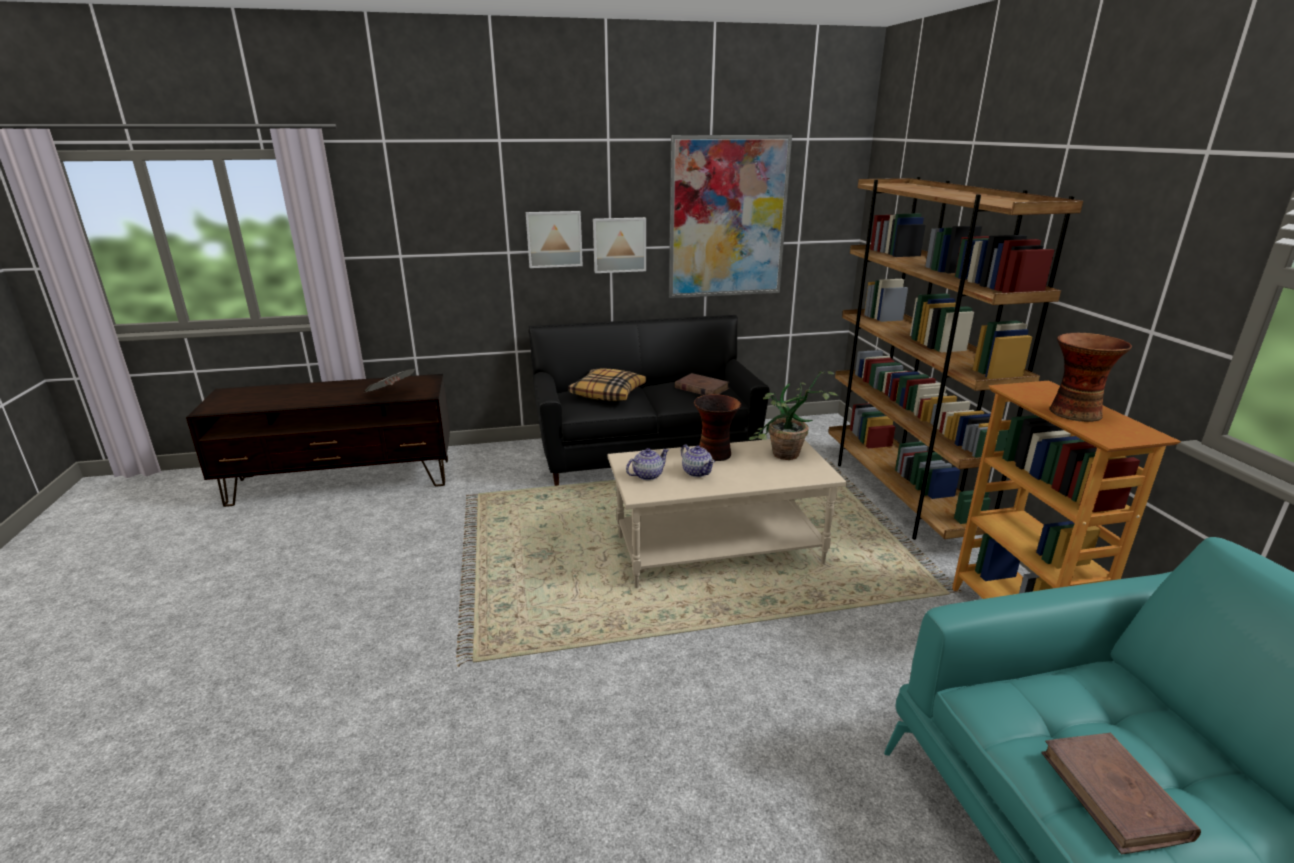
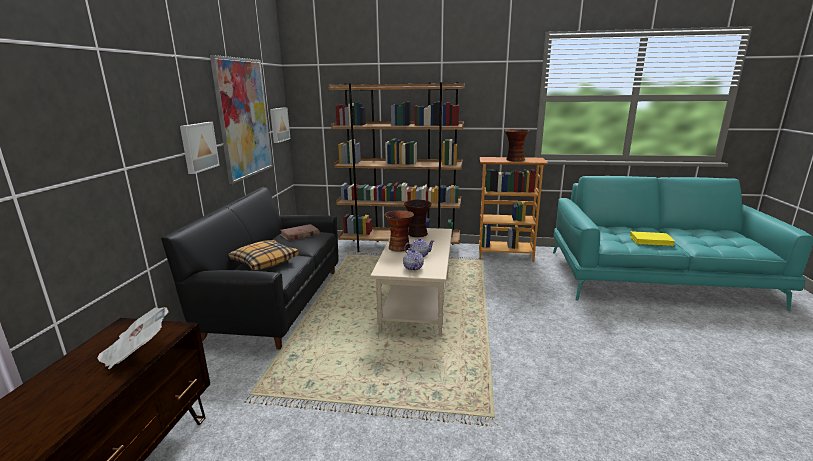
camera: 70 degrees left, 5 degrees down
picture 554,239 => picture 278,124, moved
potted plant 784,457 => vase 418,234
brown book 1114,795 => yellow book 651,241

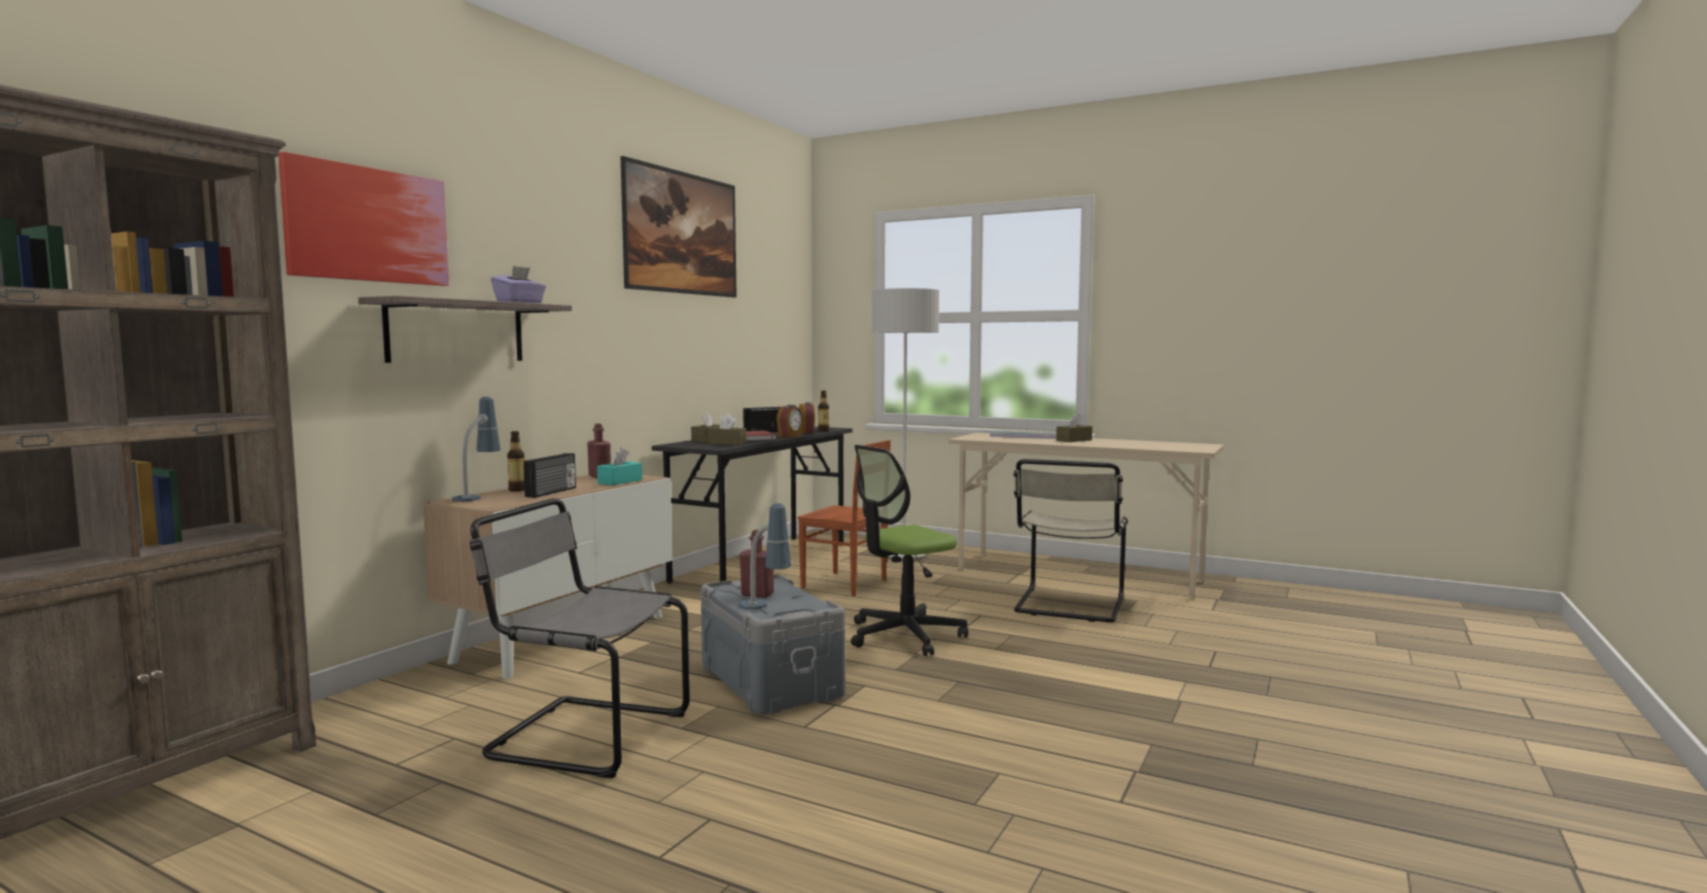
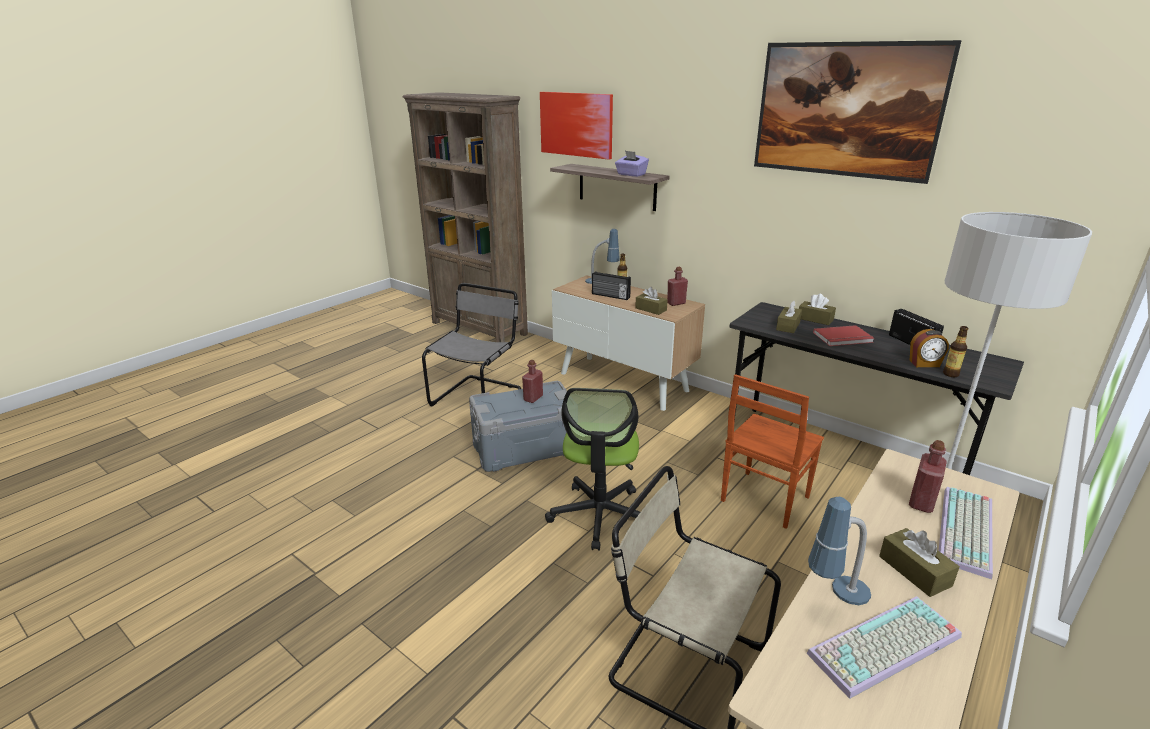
camera: 100 degrees right, 20 degrees up
alarm clock 790,436 => nothing
nothing => keyboard 885,648
nothing => red bottle 921,502
table lamp 765,610 => table lamp 834,602, moved
turquoise tissue box 620,482 => brown tissue box 651,309
office chair 904,636 => office chair 599,515, 150 degrees counterclockwise

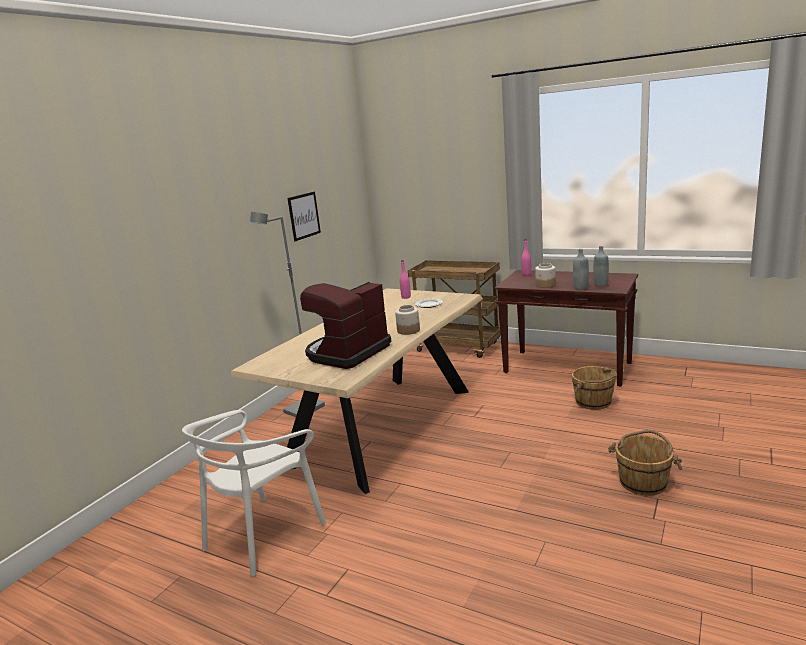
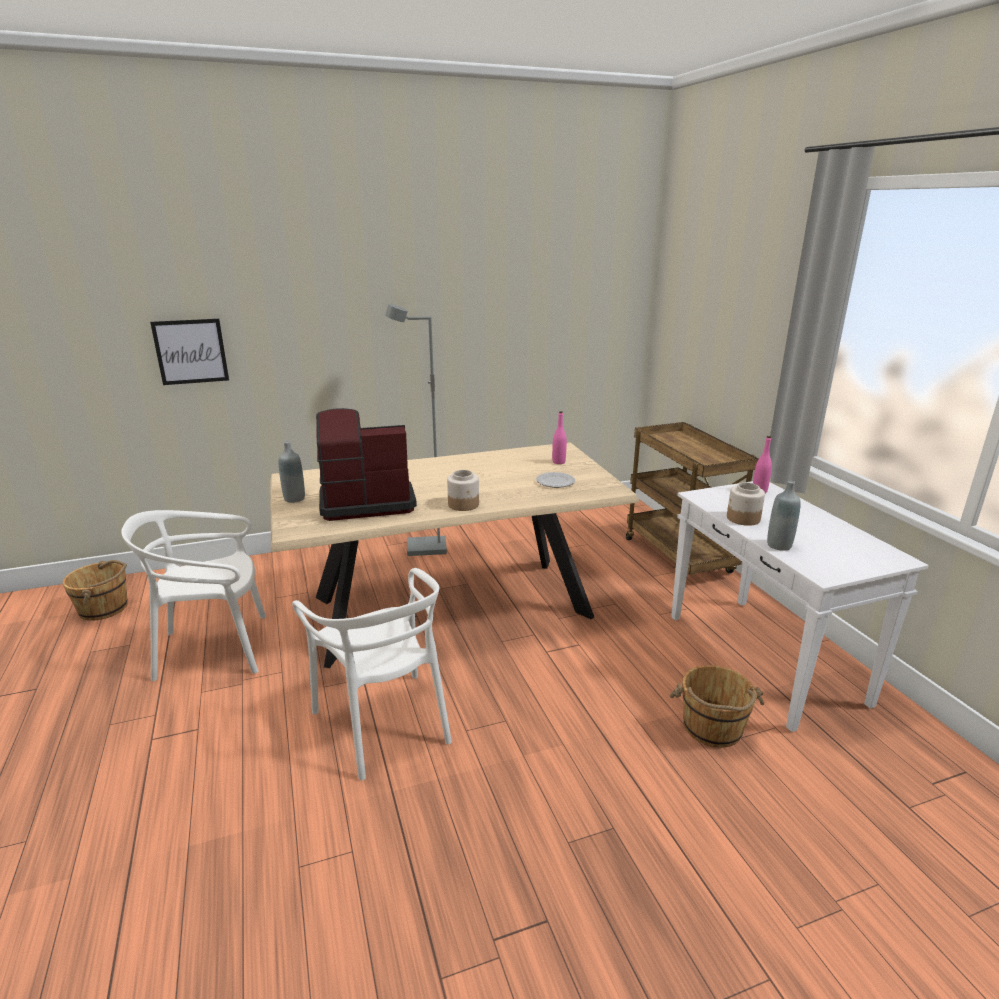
camera: 40 degrees right, 5 degrees up
nothing => white chair 384,723
picture 304,216 => picture 191,351, moved
grey bottle 600,285 => grey bottle 294,499, moved
brown bucket 643,482 => brown bucket 104,608, moved
brown console table 568,368 => white console table 765,659

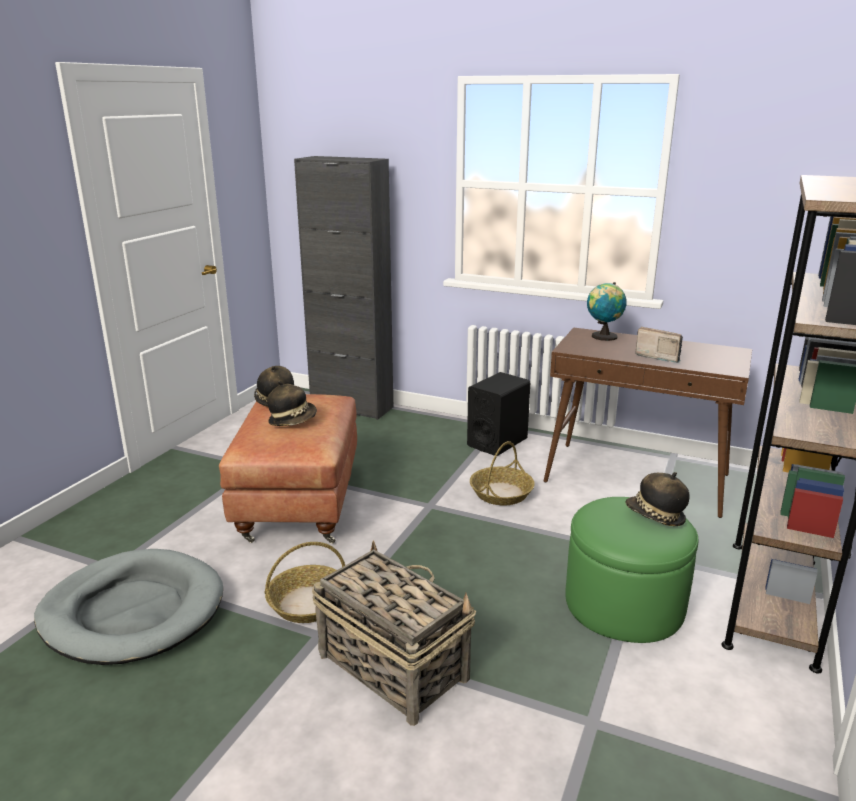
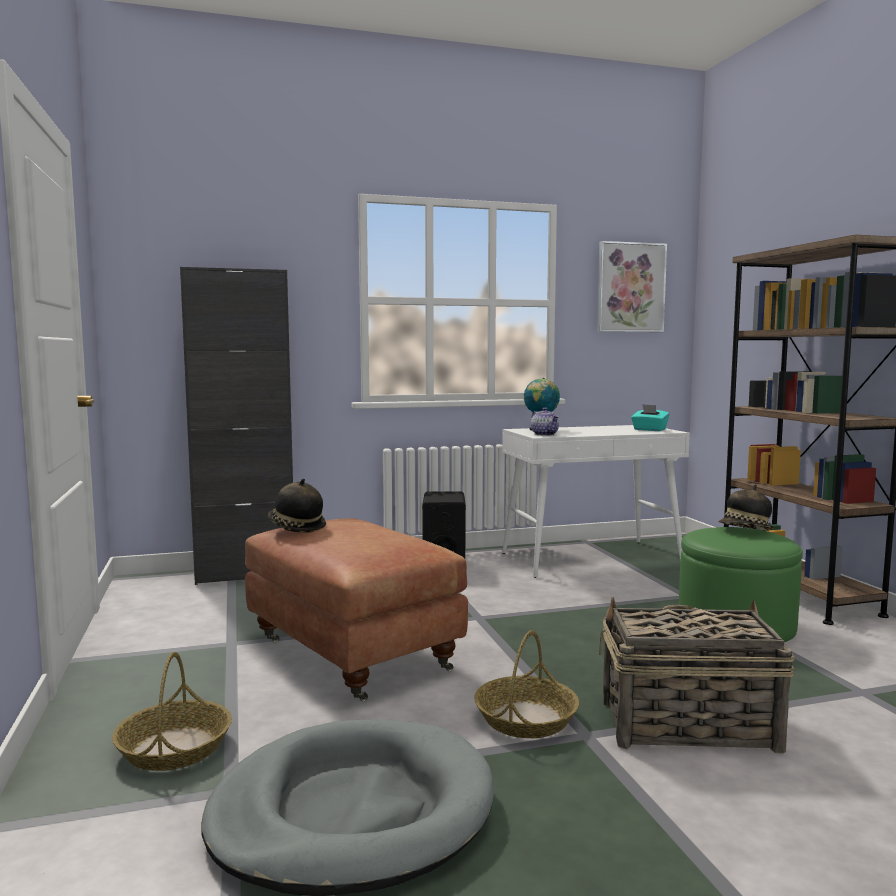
camera: 40 degrees left, 15 degrees down
hat 293,420 => nothing
radio 658,356 => nothing
nothing => teapot 545,434
nothing => picture 630,287
nothing => turquoise tissue box 649,430
basket 501,493 => basket 174,748, moved
brown console table 637,478 => white console table 591,558

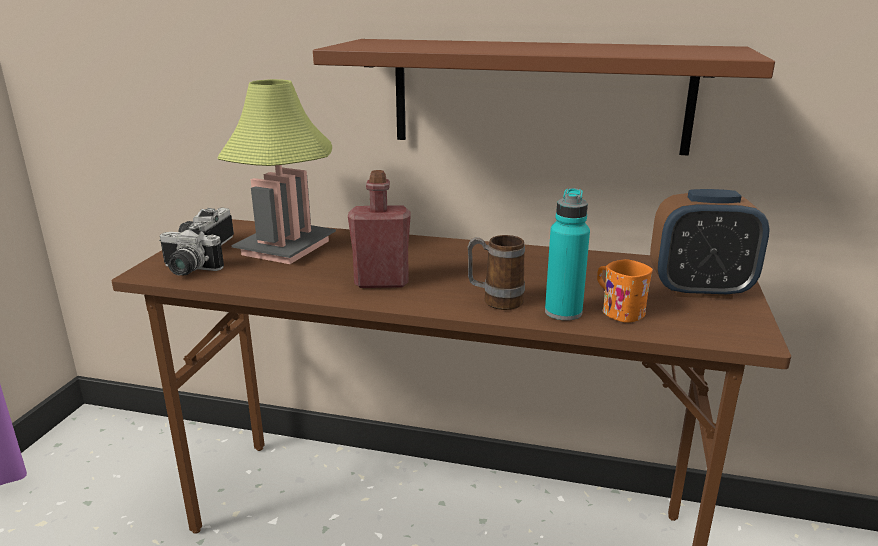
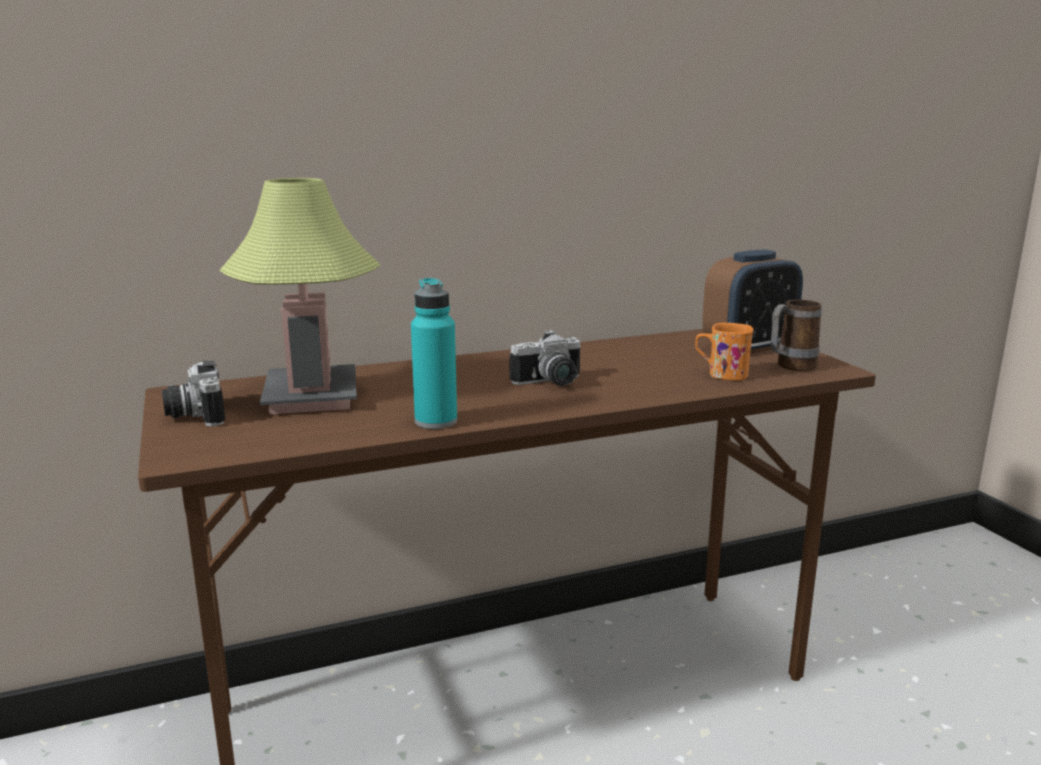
camera: 35 degrees left, 5 degrees down
brown shelf 539,95 => nothing
red bottle 381,282 => nothing
photo camera 187,271 => photo camera 551,383, moved
mug 495,301 => mug 790,367, moved
turquoise bottle 563,312 => turquoise bottle 436,421, moved

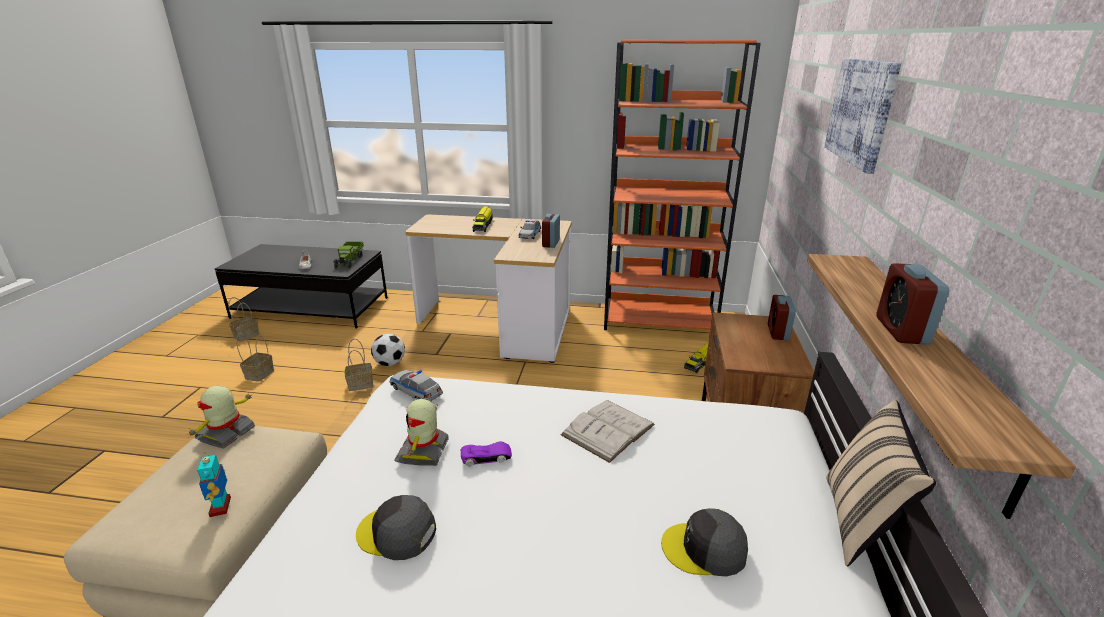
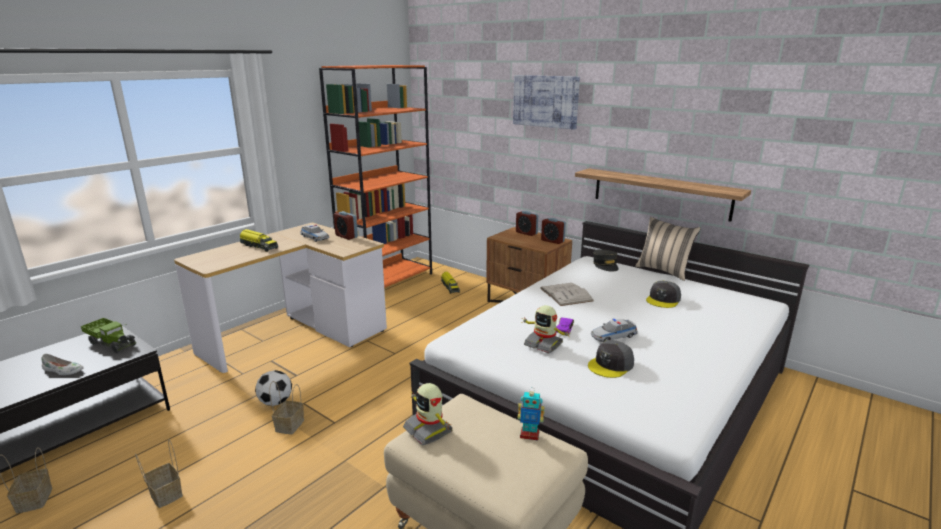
camera: 60 degrees left, 5 degrees down
nothing => grey cap 605,265
toy car 416,391 => toy car 613,336, moved
alarm clock 901,330 => alarm clock 552,241, moved

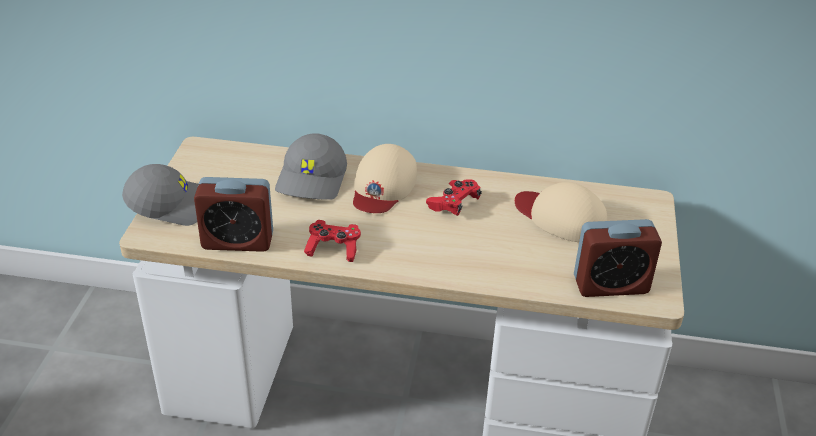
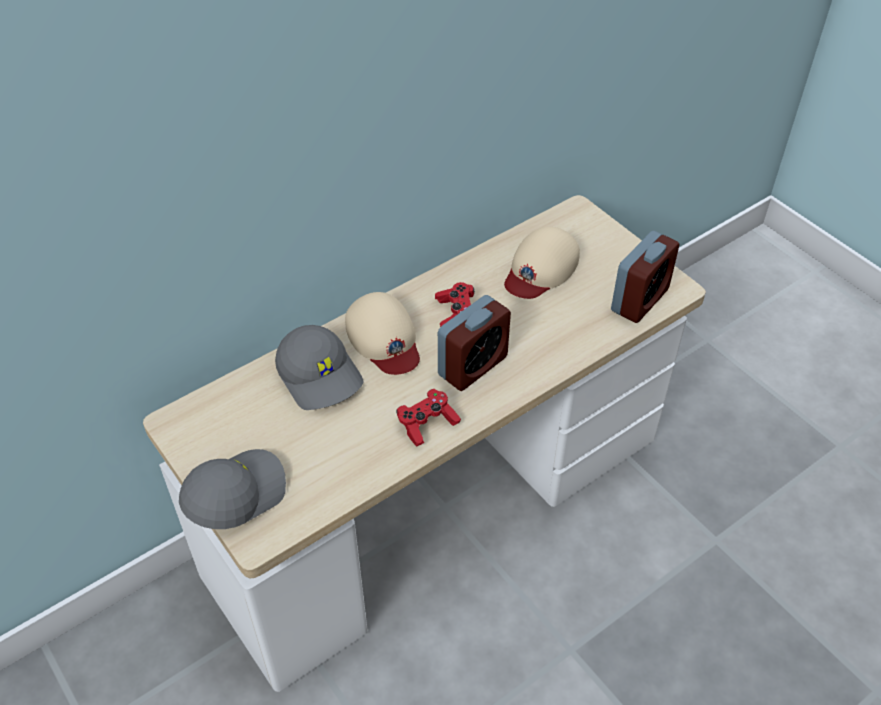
camera: 45 degrees left, 10 degrees up
alarm clock 237,241 => alarm clock 472,366, moved
beige cap 560,217 => beige cap 540,268, 45 degrees counterclockwise

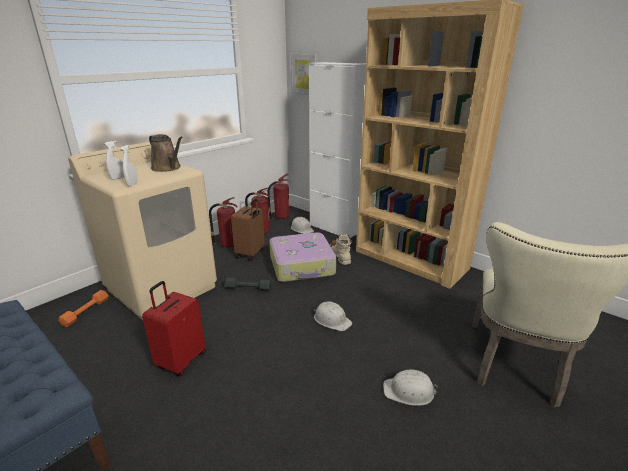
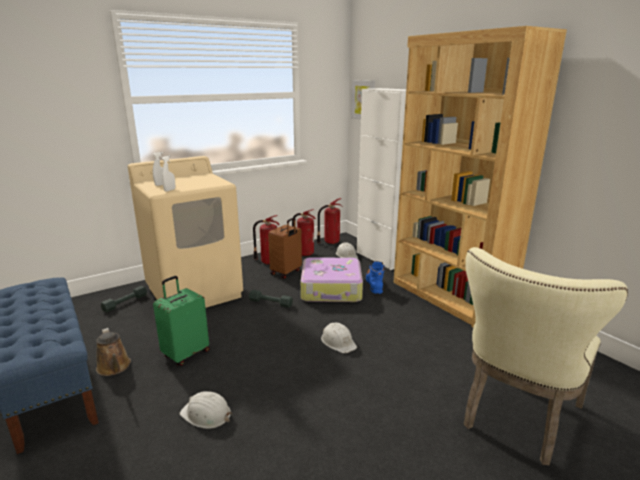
camera: 15 degrees right, 5 degrees down
brown watering can 167,168 => brown watering can 114,367, moved
white hard hat 409,391 => white hard hat 206,414, moved
orange dumbbell 85,311 => grey dumbbell 125,302
red suitcase 181,360 => green suitcase 185,354
beige boot 340,256 => blue boot 374,285

